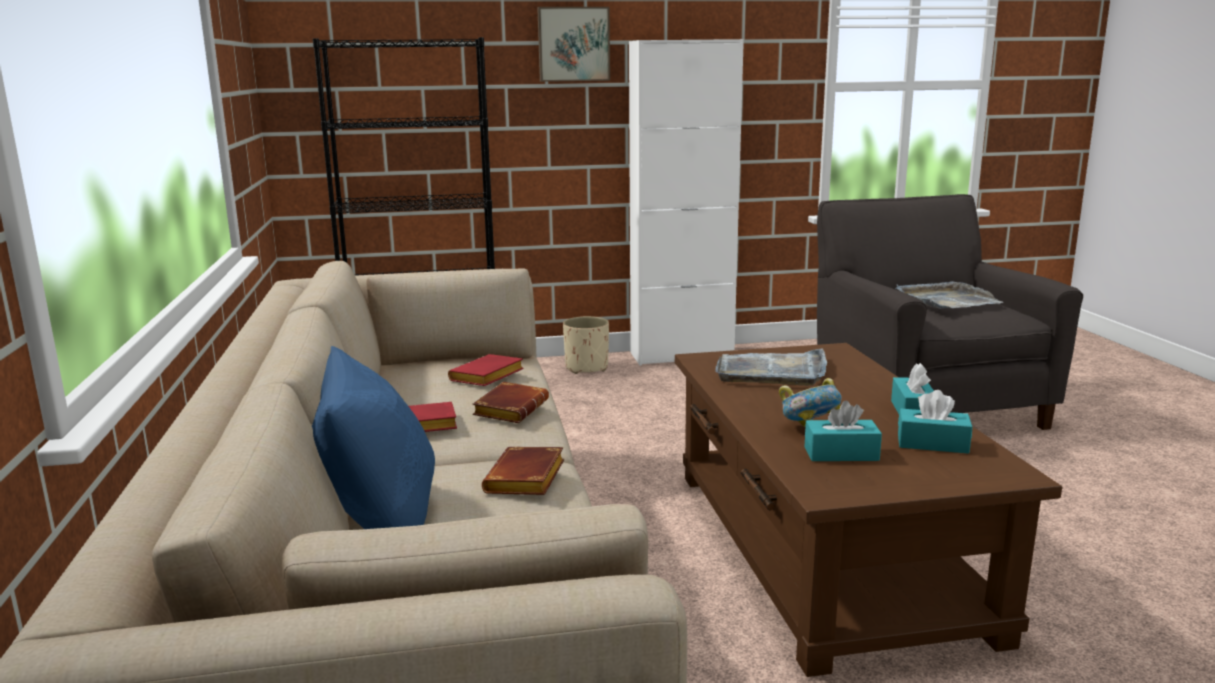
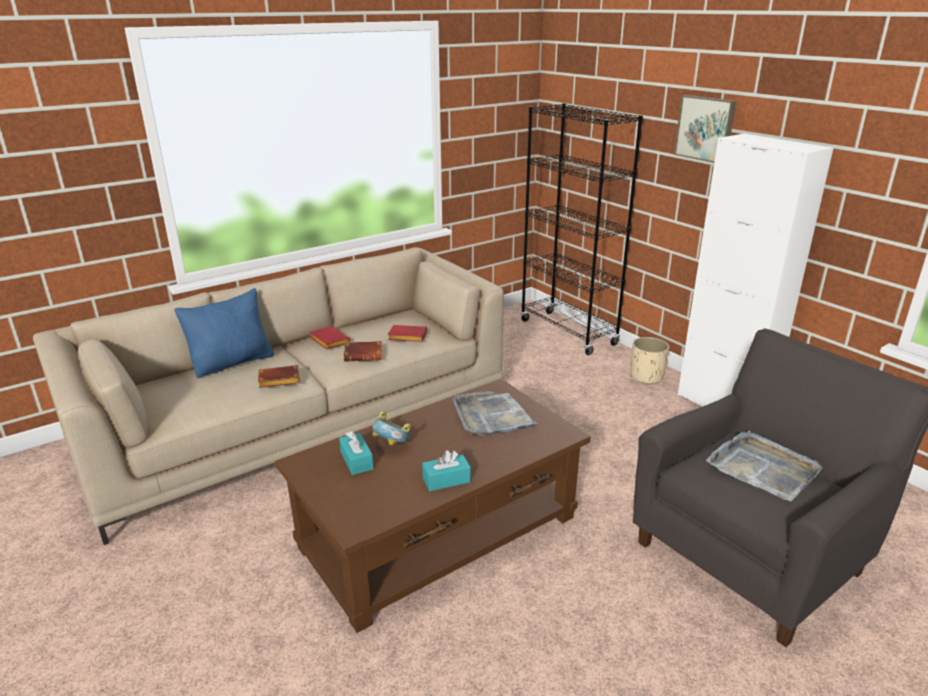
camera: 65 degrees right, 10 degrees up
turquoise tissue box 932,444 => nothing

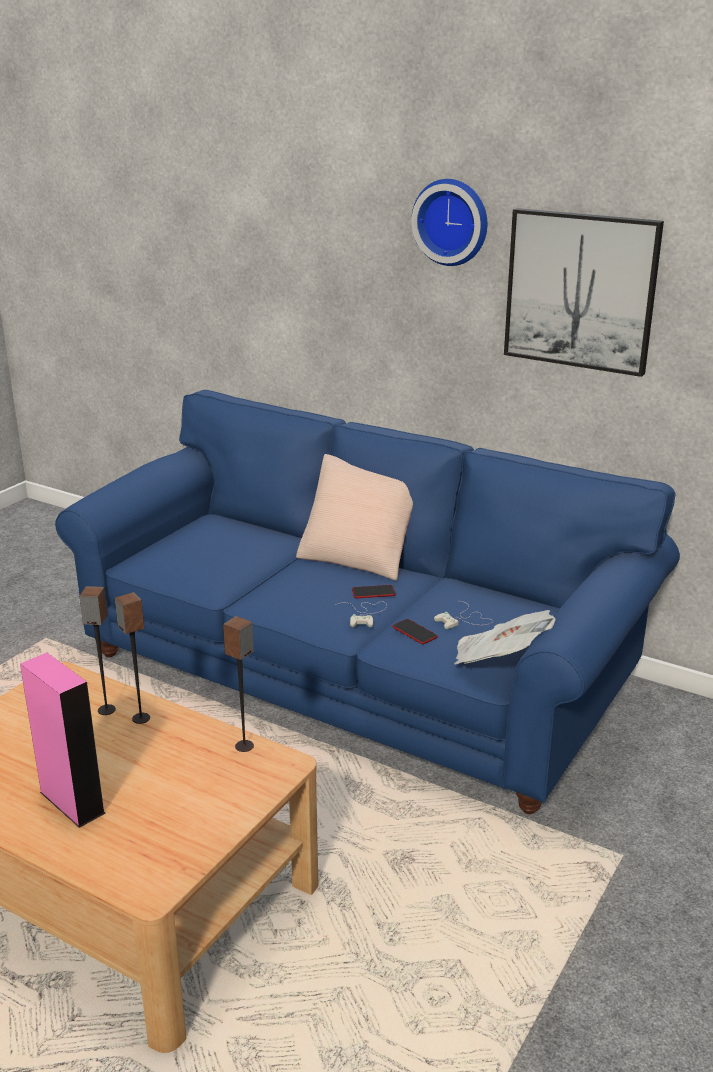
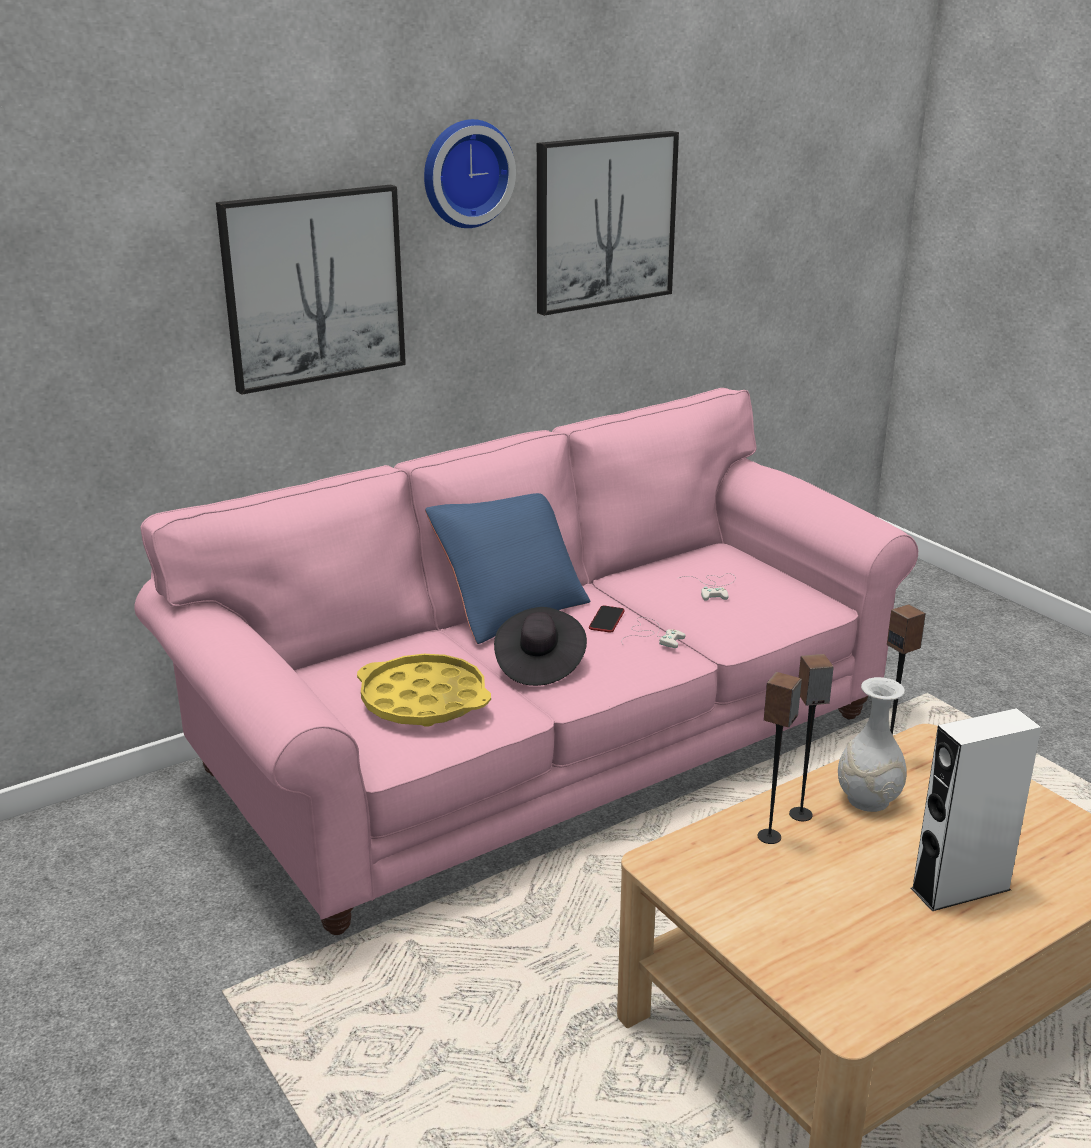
camera: 65 degrees left, 0 degrees up
phone 414,632 => nothing
newspaper 499,660 => nothing
nothing => picture 313,287
nothing => yellow tray 423,700
nothing => black hat 539,664
nothing => white vase 867,799
pink speaker 72,802 => white speaker 960,889
blue sofa 356,672 => pink sofa 545,745
beige pillow 359,556 => blue pillow 510,608

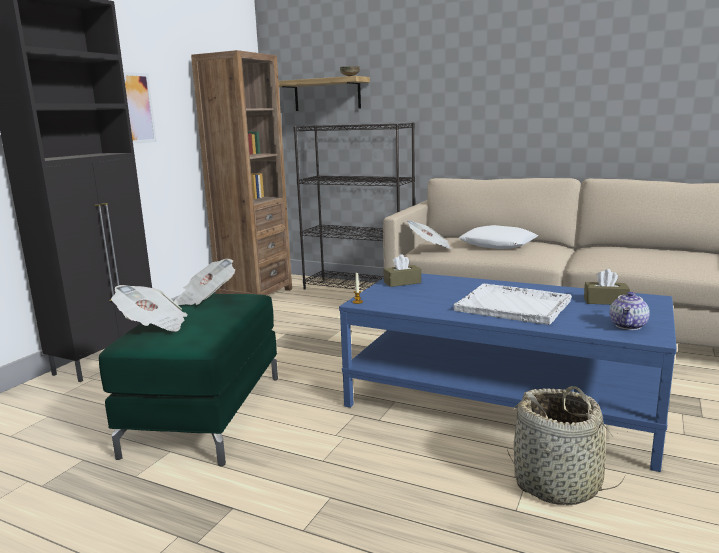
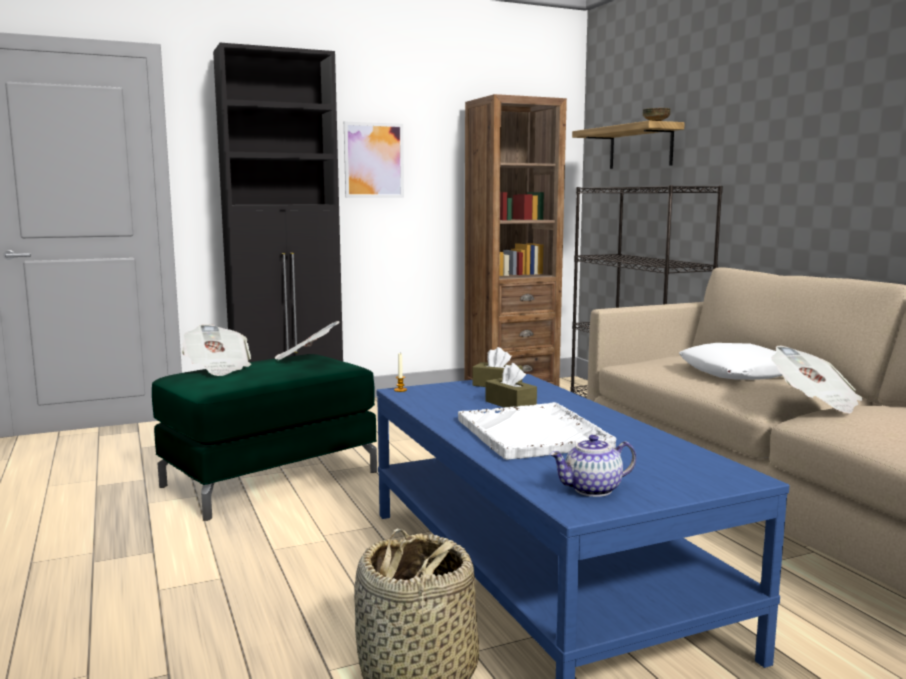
camera: 40 degrees right, 5 degrees down
newspaper 429,247 => newspaper 815,402, moved
brown tissue box 605,301 => brown tissue box 510,404, moved

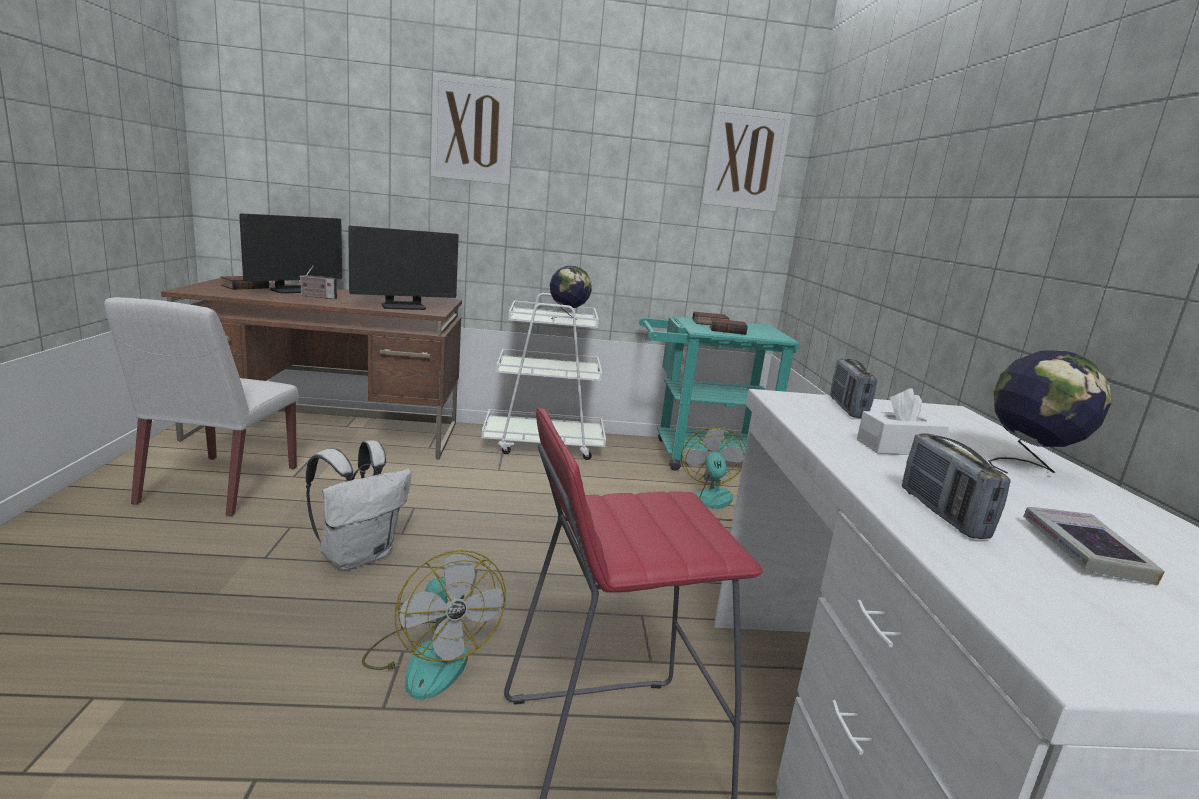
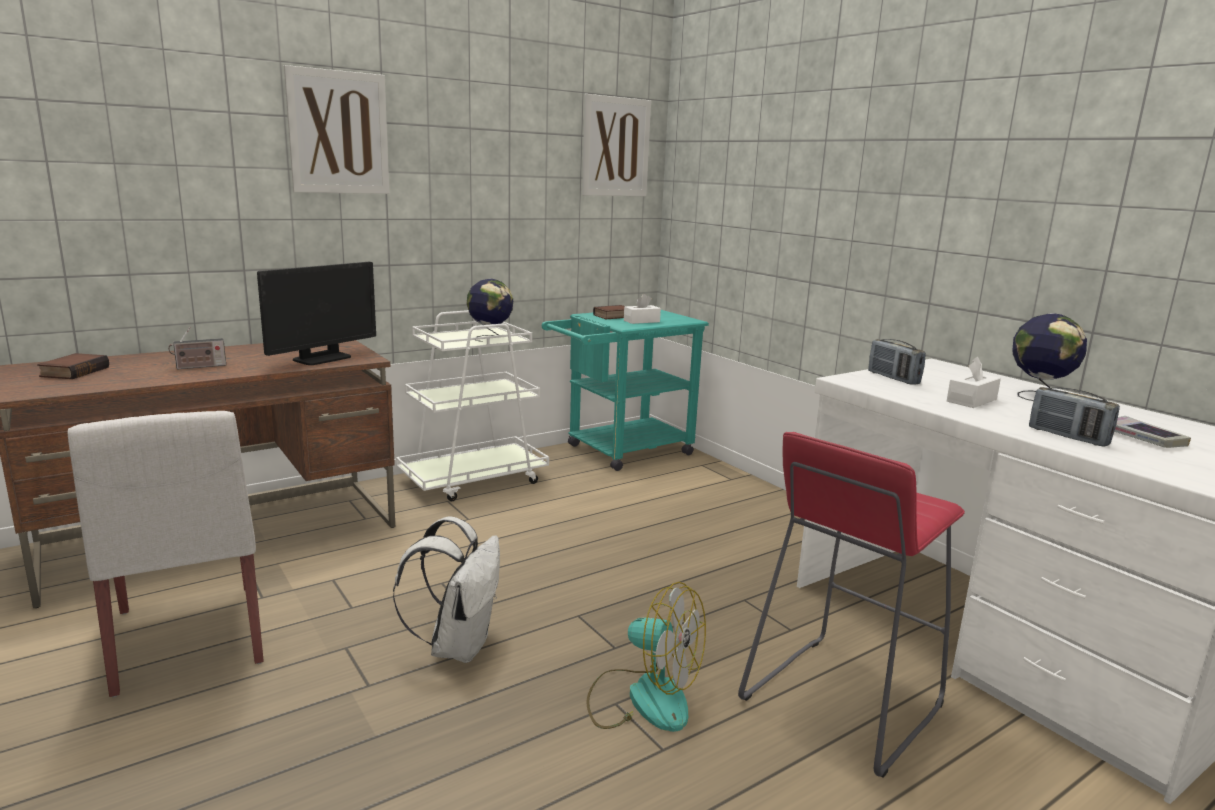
camera: 30 degrees left, 0 degrees up
monitor 294,290 => nothing
fan 717,504 => nothing
book 728,330 => white tissue box 641,321

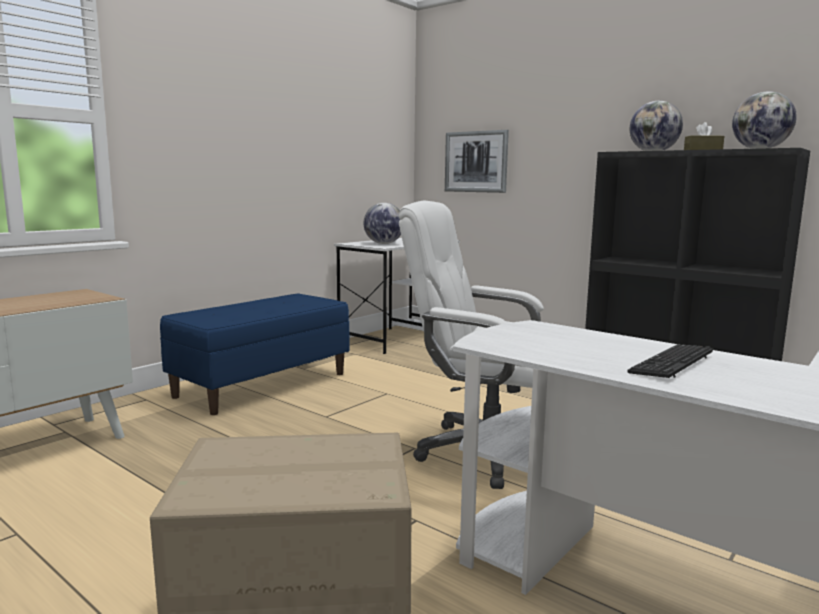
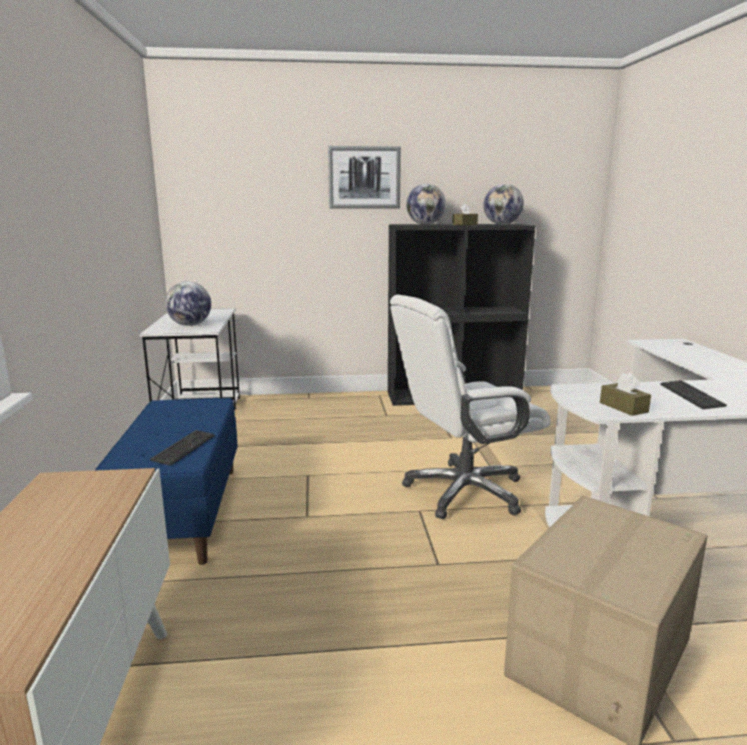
camera: 45 degrees left, 5 degrees up
nothing => keyboard 184,449
nothing => brown tissue box 623,407
picture 476,162 => picture 364,177, moved

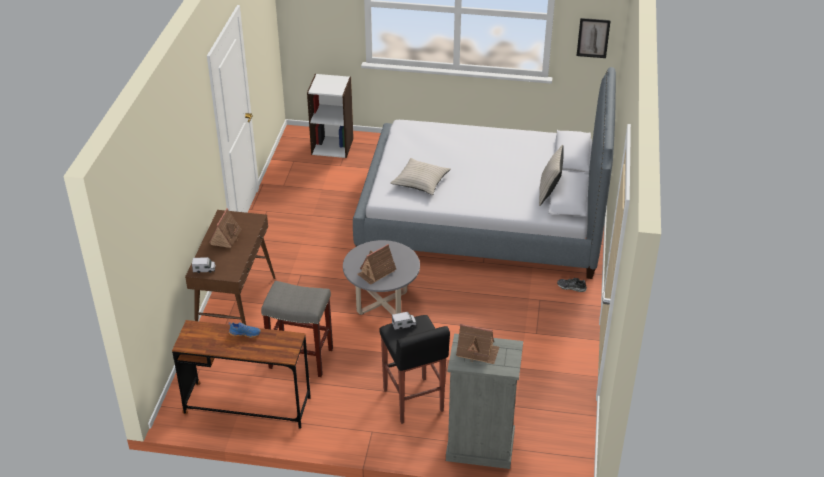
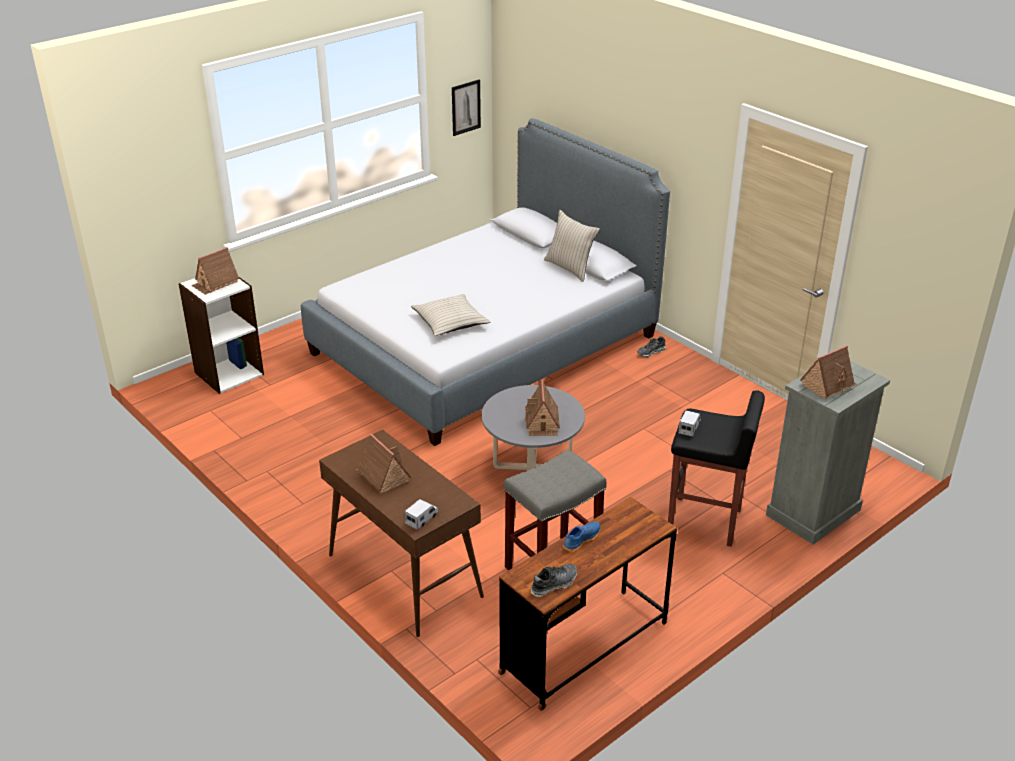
camera: 50 degrees left, 5 degrees down
nothing => toy house 215,283
nothing => shoe 554,584

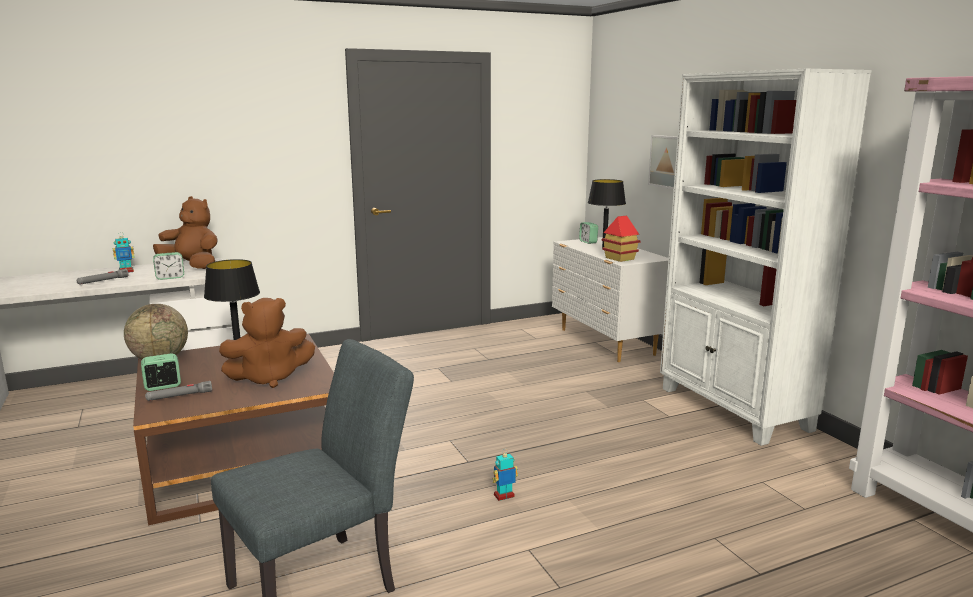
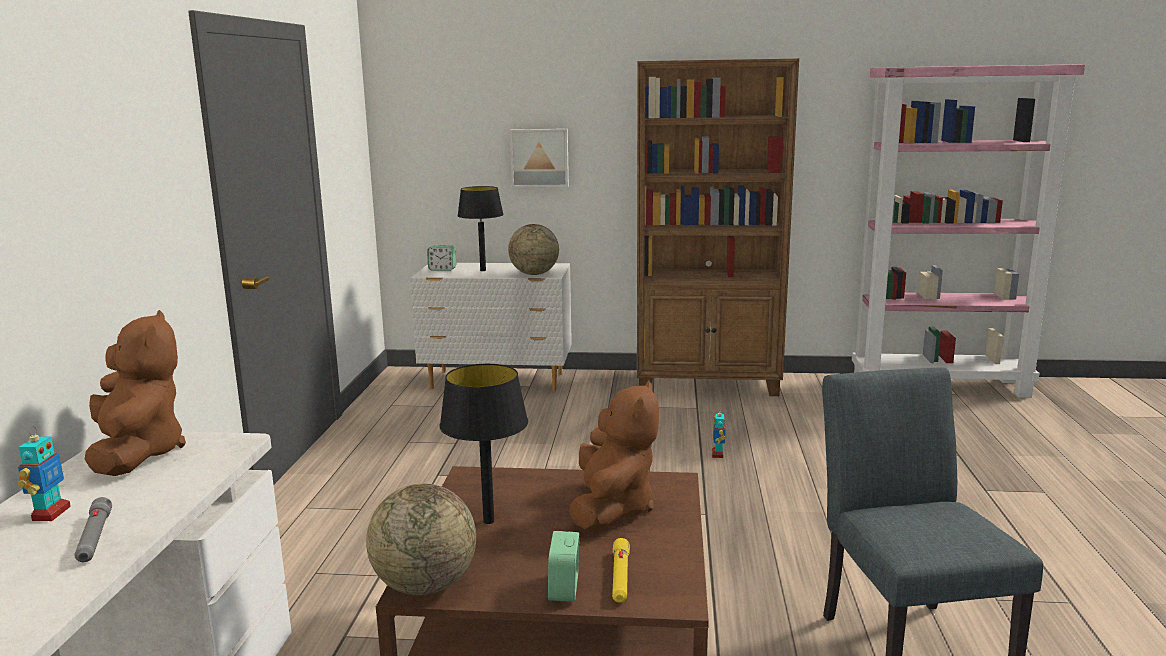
camera: 60 degrees left, 0 degrees up
alarm clock 170,277 => nothing
toy robot 504,496 => toy robot 718,454, moved
toy house 619,258 => globe 534,274
grey flashlight 179,396 => yellow flashlight 620,577
white bookcase 733,409 => brown bookcase 708,384
brown plush toy 192,266 => brown plush toy 138,454, 105 degrees clockwise

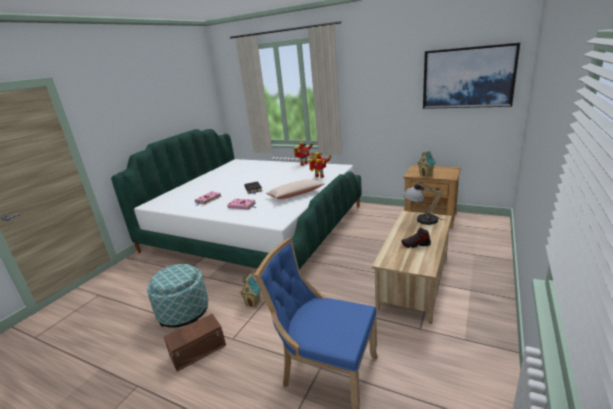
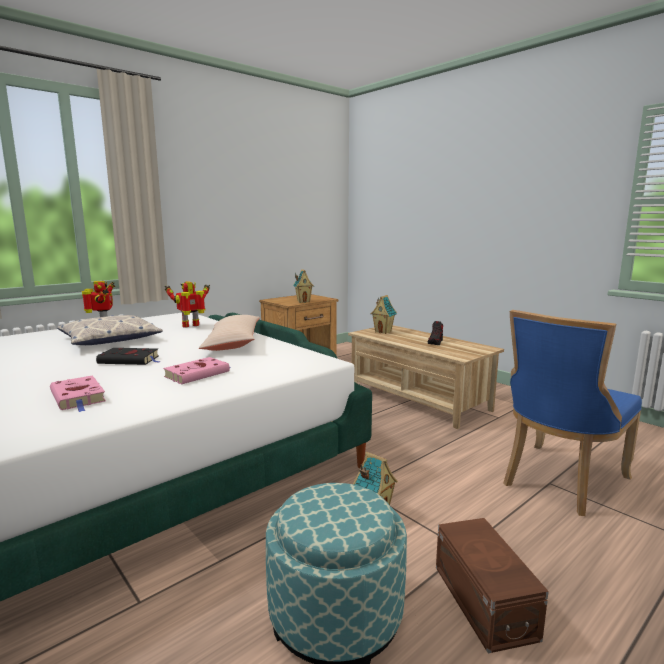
camera: 70 degrees left, 10 degrees down
picture 467,77 => nothing
nothing => pillow 110,339
table lamp 421,220 => toy house 383,332

